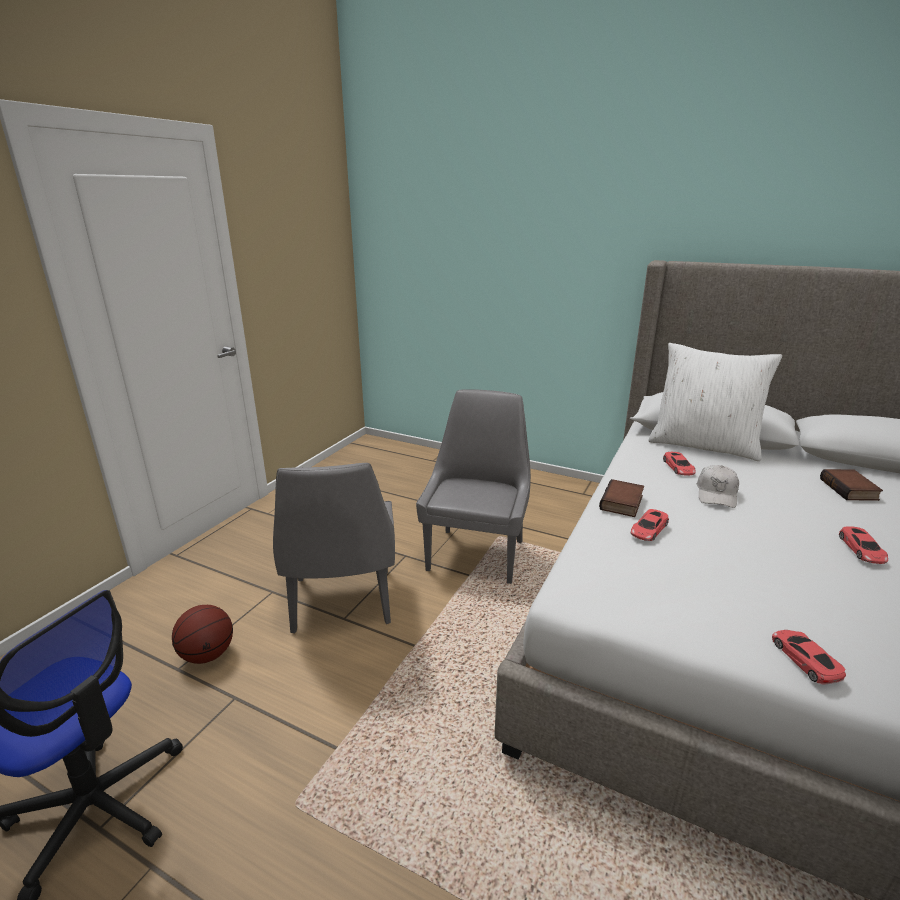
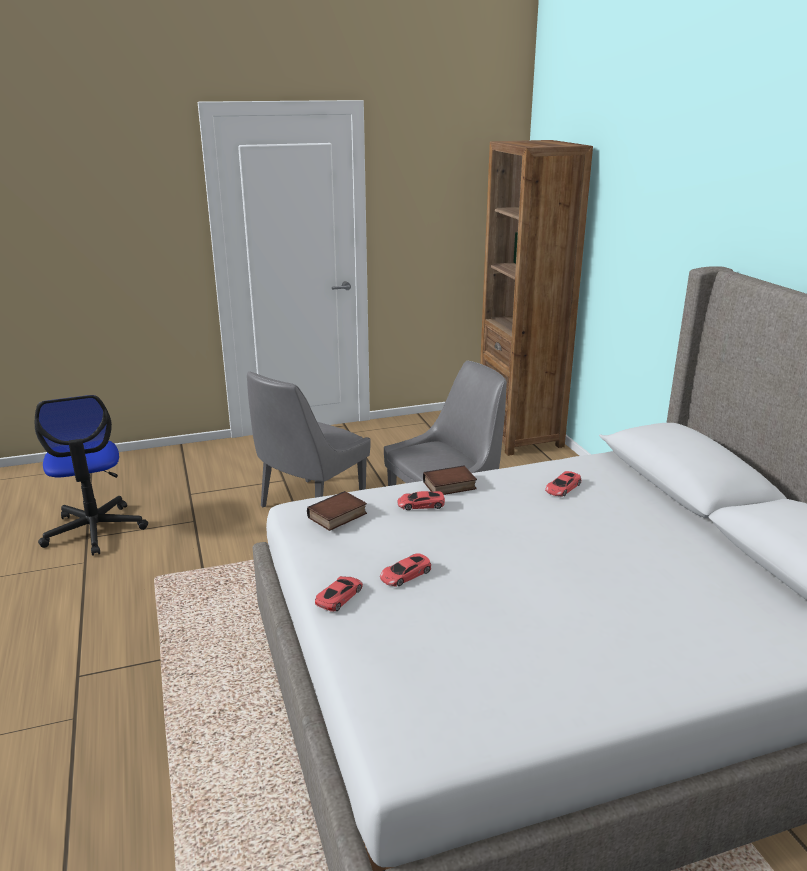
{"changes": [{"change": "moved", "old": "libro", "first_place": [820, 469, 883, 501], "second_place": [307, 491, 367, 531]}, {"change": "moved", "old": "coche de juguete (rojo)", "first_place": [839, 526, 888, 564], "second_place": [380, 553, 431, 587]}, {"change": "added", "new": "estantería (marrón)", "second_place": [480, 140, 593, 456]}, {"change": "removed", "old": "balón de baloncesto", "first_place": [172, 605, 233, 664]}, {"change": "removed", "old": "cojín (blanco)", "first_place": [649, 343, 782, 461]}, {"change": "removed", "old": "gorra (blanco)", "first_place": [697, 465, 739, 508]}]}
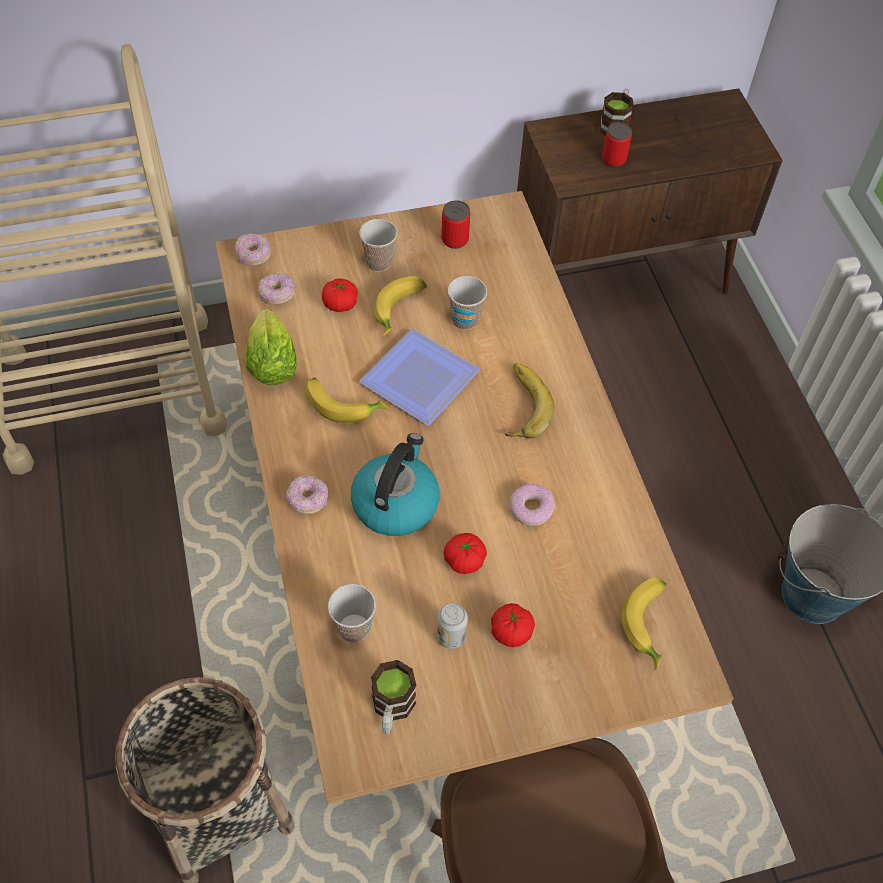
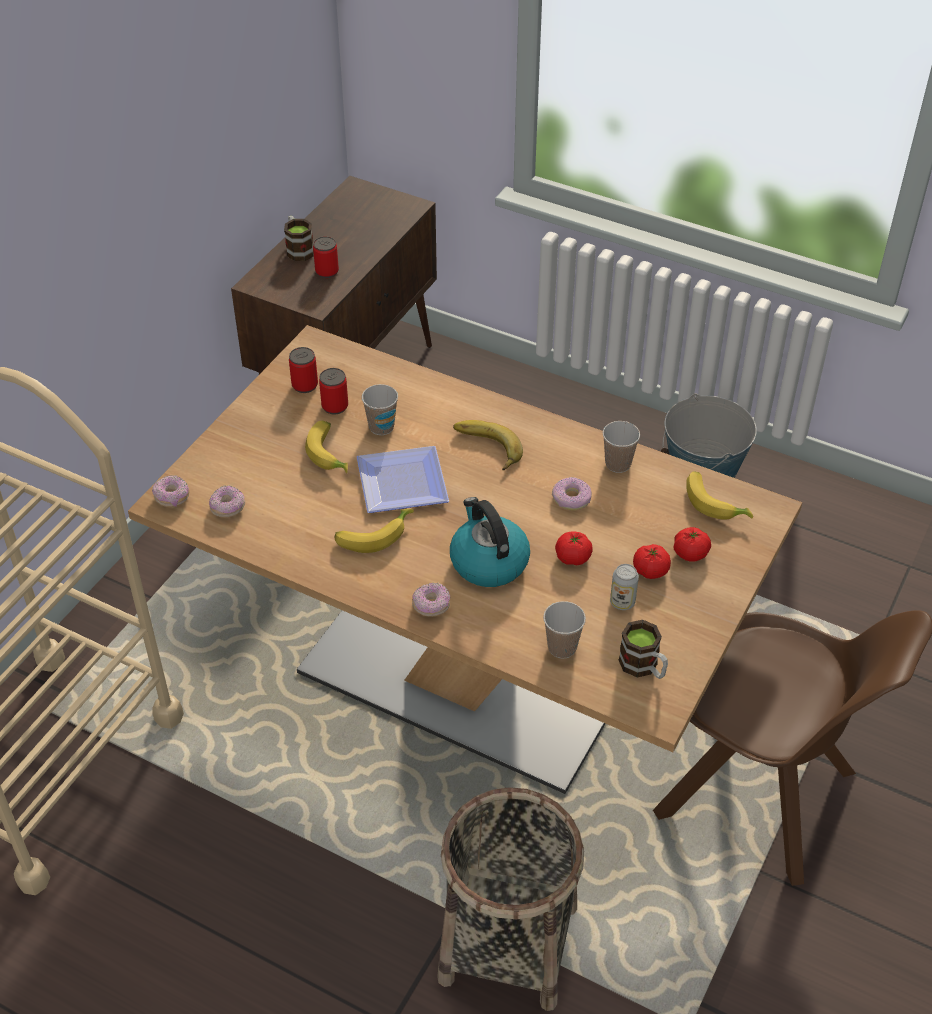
{"changes": [{"change": "added", "new": "lata", "second_place": [319, 368, 348, 414]}, {"change": "moved", "old": "taza", "first_place": [359, 219, 398, 272], "second_place": [603, 421, 640, 473]}, {"change": "moved", "old": "tomate", "first_place": [322, 279, 358, 312], "second_place": [673, 527, 711, 562]}, {"change": "removed", "old": "lechuga", "first_place": [245, 309, 297, 385]}]}
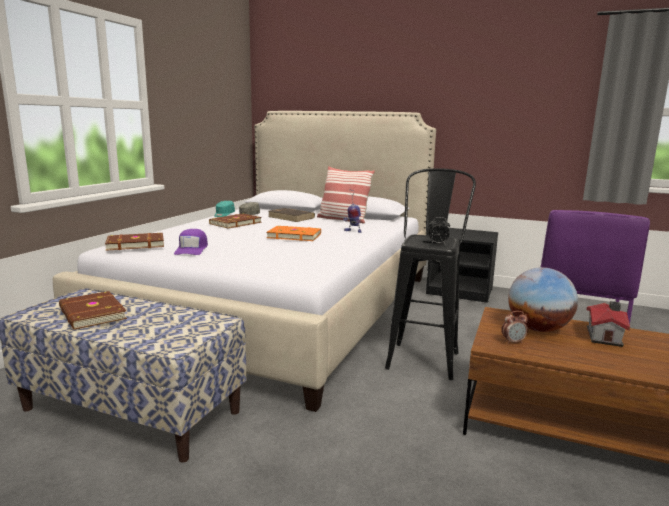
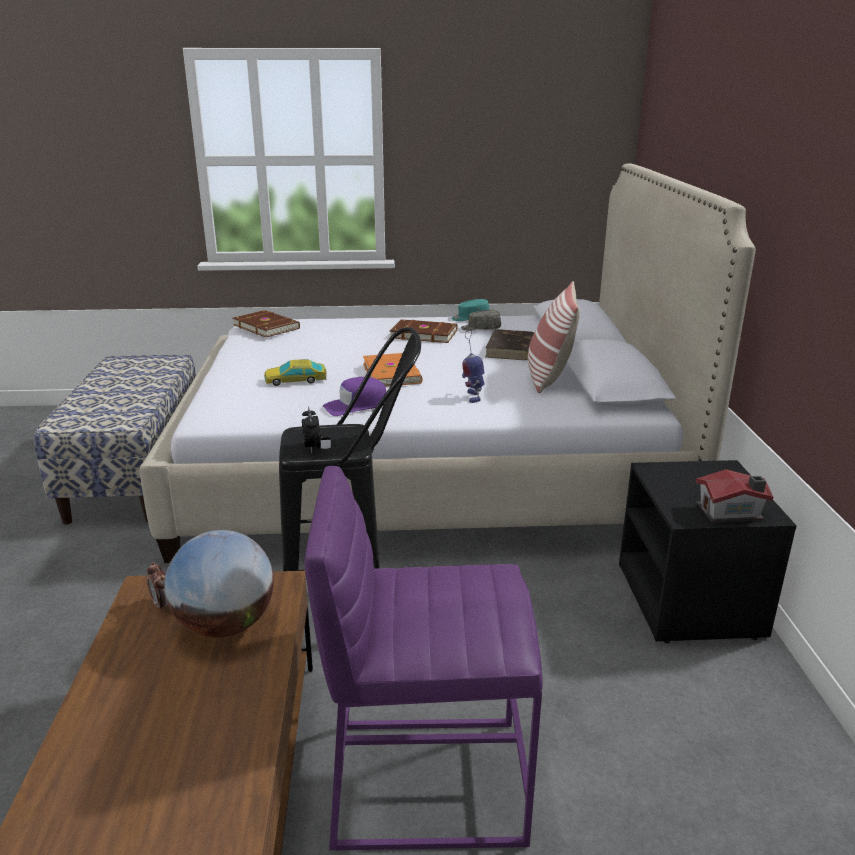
{"changes": [{"change": "added", "new": "coche de juguete", "second_place": [264, 360, 327, 386]}, {"change": "moved", "old": "gorra (morado)", "first_place": [174, 229, 208, 255], "second_place": [323, 377, 386, 416]}, {"change": "moved", "old": "casita", "first_place": [586, 301, 630, 347], "second_place": [695, 469, 773, 523]}, {"change": "removed", "old": "libro (marrón)", "first_place": [59, 291, 127, 330]}]}
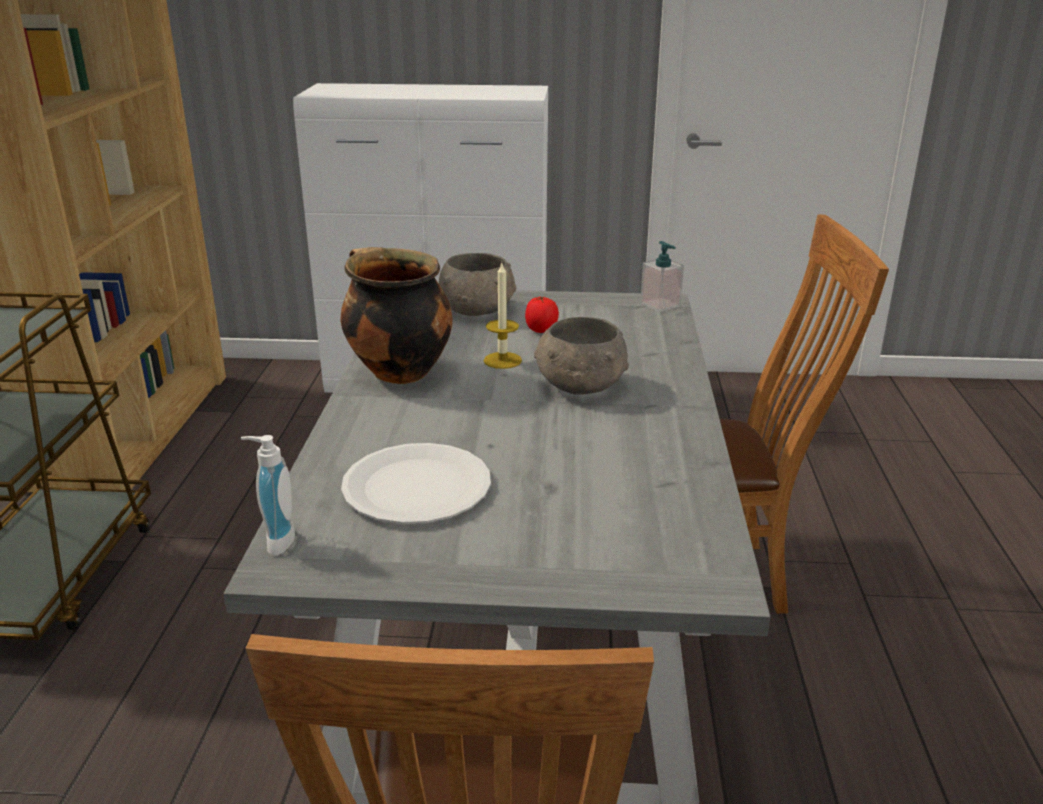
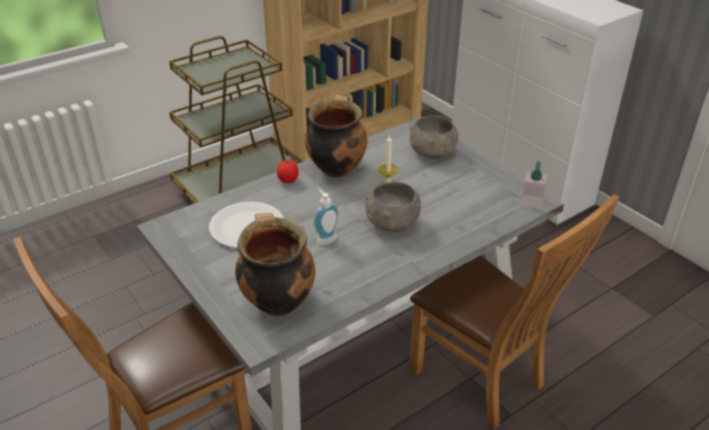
{"changes": [{"change": "added", "new": "olla", "second_place": [235, 213, 315, 316]}, {"change": "moved", "old": "tomate", "first_place": [525, 296, 559, 333], "second_place": [277, 159, 299, 183]}, {"change": "moved", "old": "dispensador de jabón", "first_place": [241, 435, 295, 556], "second_place": [313, 189, 339, 245]}]}
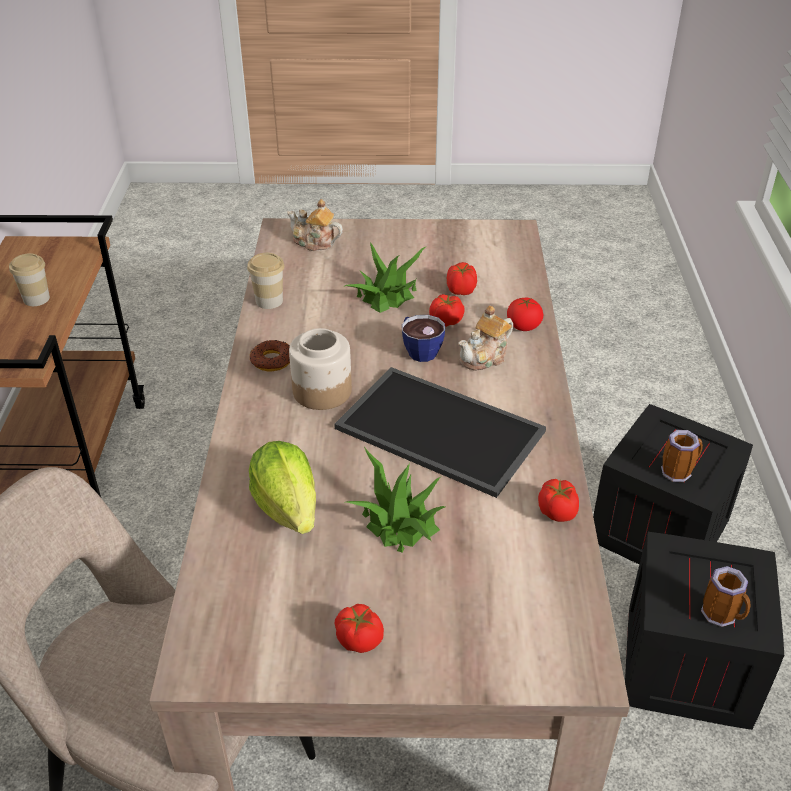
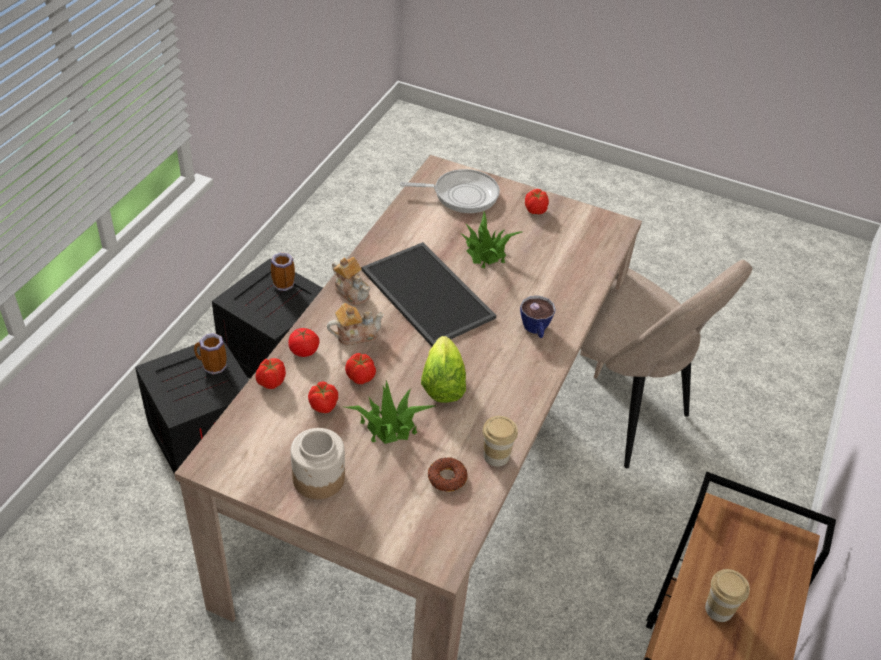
{"changes": [{"change": "moved", "old": "tomate", "first_place": [538, 479, 579, 522], "second_place": [255, 358, 286, 389]}, {"change": "moved", "old": "tarro", "first_place": [289, 328, 352, 410], "second_place": [291, 428, 345, 499]}, {"change": "moved", "old": "tetera", "first_place": [287, 199, 343, 251], "second_place": [332, 257, 370, 306]}, {"change": "added", "new": "sartén", "second_place": [400, 169, 500, 213]}, {"change": "moved", "old": "lechuga", "first_place": [249, 441, 316, 534], "second_place": [421, 336, 466, 403]}, {"change": "moved", "old": "rosquilla", "first_place": [250, 340, 290, 371], "second_place": [428, 457, 468, 492]}, {"change": "moved", "old": "taza", "first_place": [402, 315, 445, 362], "second_place": [520, 296, 556, 338]}]}
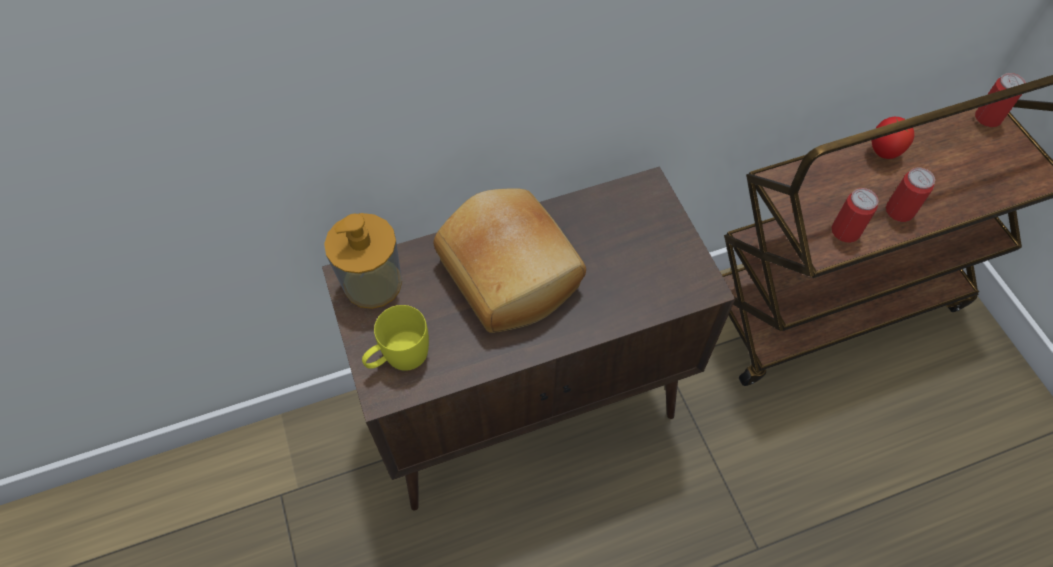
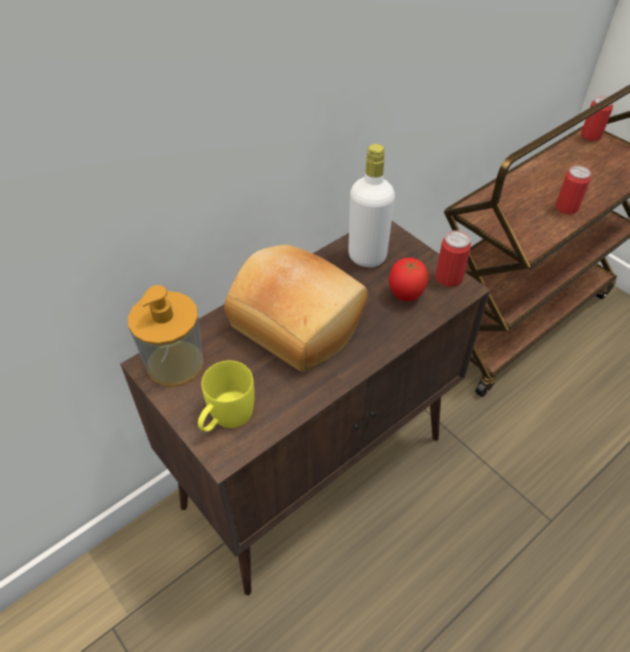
{"changes": [{"change": "added", "new": "botella (blanco)", "second_place": [348, 144, 395, 267]}, {"change": "moved", "old": "tomate", "first_place": [872, 117, 914, 159], "second_place": [389, 257, 429, 301]}, {"change": "moved", "old": "lata", "first_place": [832, 188, 878, 243], "second_place": [435, 230, 471, 287]}]}
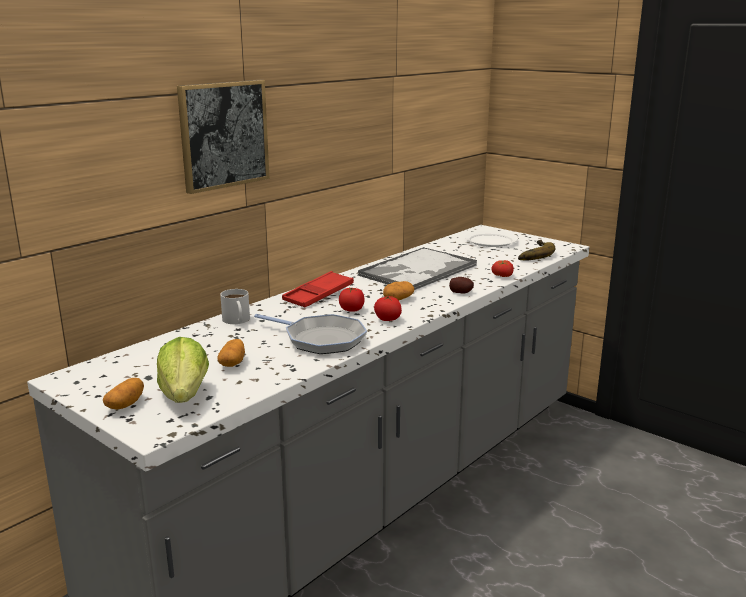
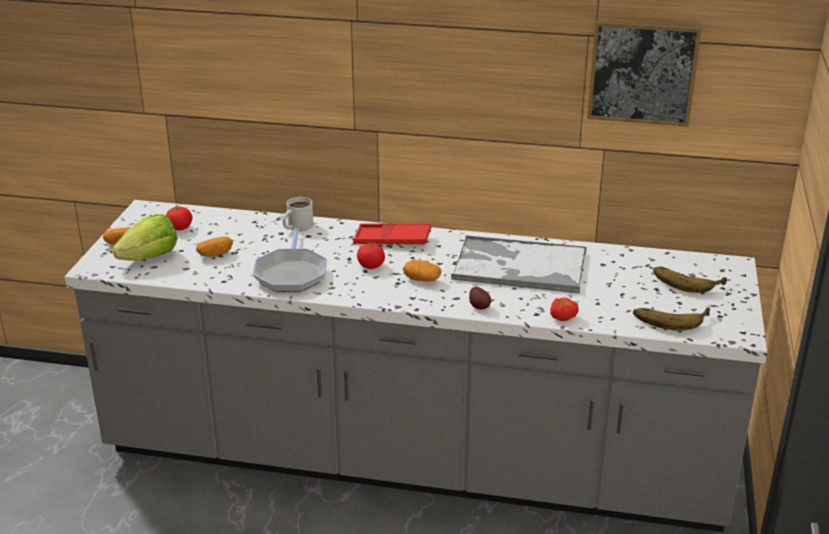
{"changes": [{"change": "moved", "old": "tomate", "first_place": [374, 296, 402, 321], "second_place": [166, 206, 192, 230]}, {"change": "moved", "old": "cuadro", "first_place": [177, 80, 269, 194], "second_place": [587, 20, 701, 126]}, {"change": "replaced", "old": "plato (blanco)", "new": "plátano", "first_place": [464, 230, 518, 247], "second_place": [653, 267, 727, 293]}]}
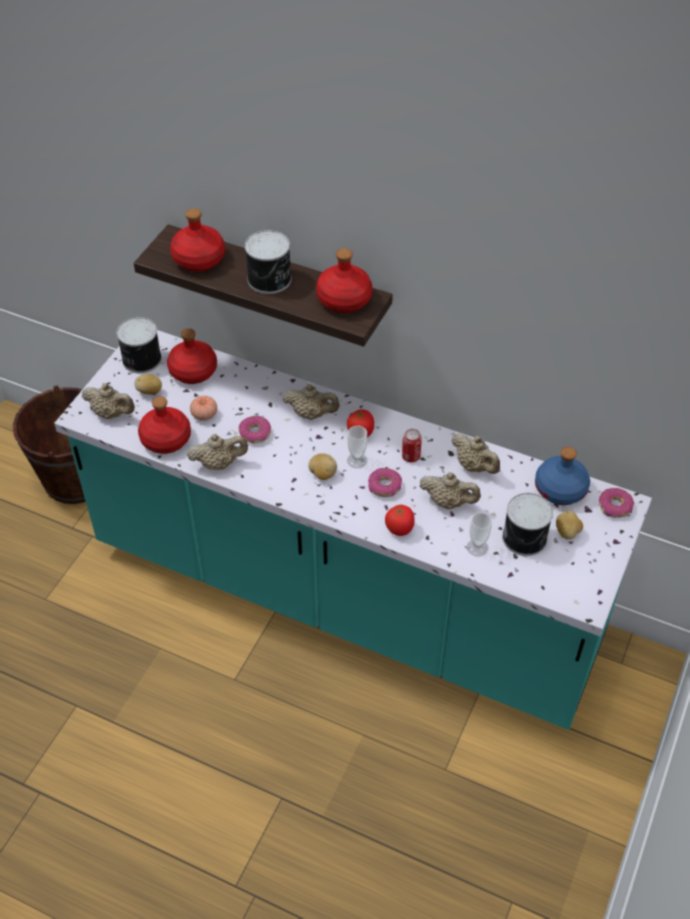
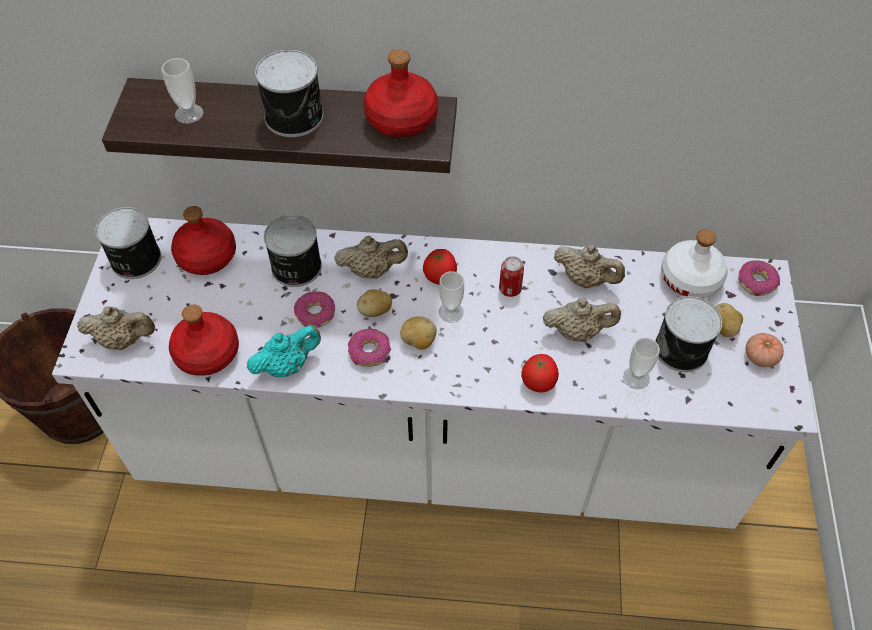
{"changes": [{"change": "recoloured", "old": "mueble bajo de cocina (turquesa)", "new": "mueble bajo de cocina (blanco)", "first_place": [54, 330, 652, 730], "second_place": [52, 218, 818, 529]}, {"change": "replaced", "old": "botella (rojo)", "new": "taza", "first_place": [170, 208, 225, 272], "second_place": [161, 58, 203, 124]}, {"change": "recoloured", "old": "tetera (beis)", "new": "tetera (turquesa)", "first_place": [187, 434, 248, 470], "second_place": [247, 326, 321, 377]}, {"change": "added", "new": "lata", "second_place": [264, 215, 322, 287]}, {"change": "moved", "old": "rosquilla", "first_place": [368, 468, 402, 497], "second_place": [348, 329, 391, 367]}, {"change": "moved", "old": "patata", "first_place": [134, 374, 162, 395], "second_place": [357, 289, 392, 317]}, {"change": "recoloured", "old": "botella (azul)", "new": "botella (blanco)", "first_place": [535, 447, 590, 505], "second_place": [661, 229, 728, 298]}, {"change": "moved", "old": "tomate", "first_place": [190, 396, 217, 421], "second_place": [746, 333, 784, 367]}]}
